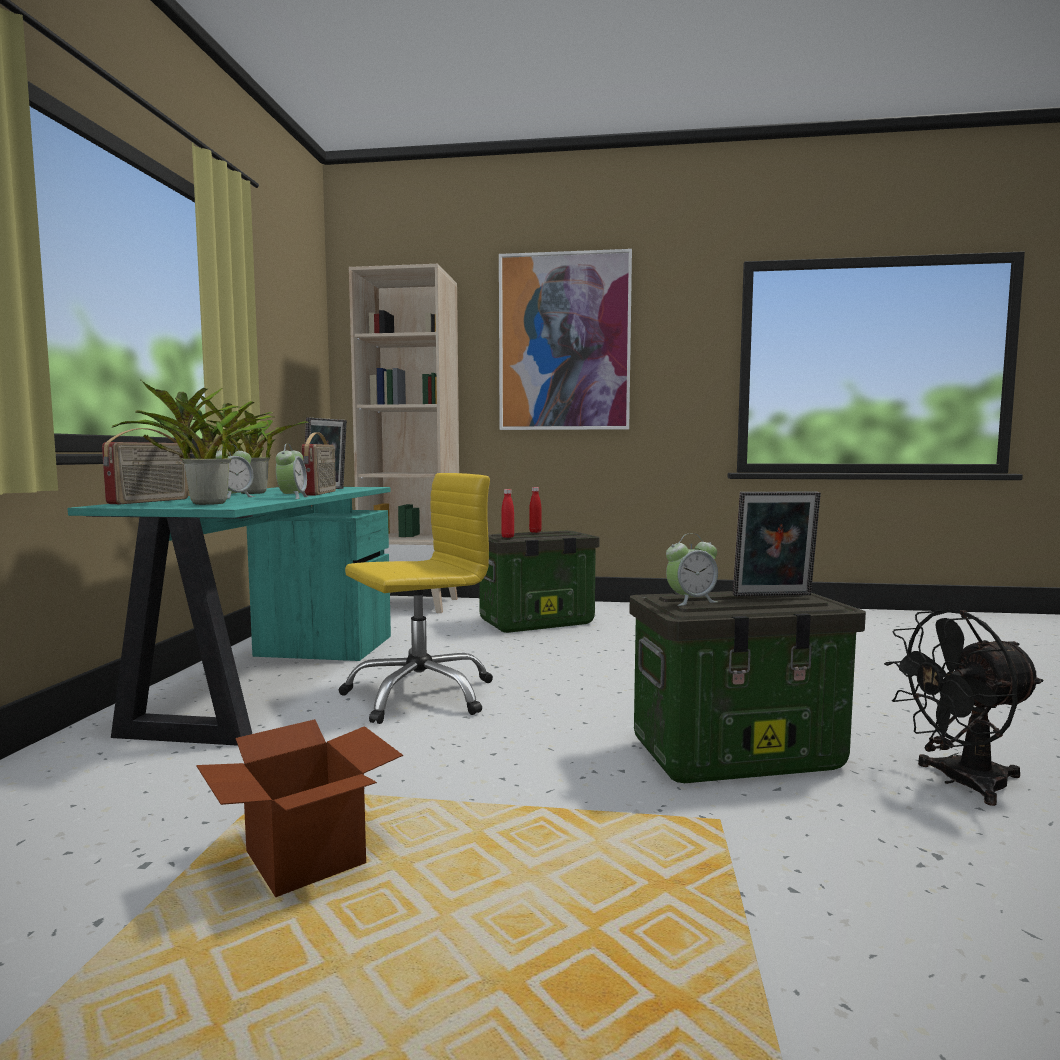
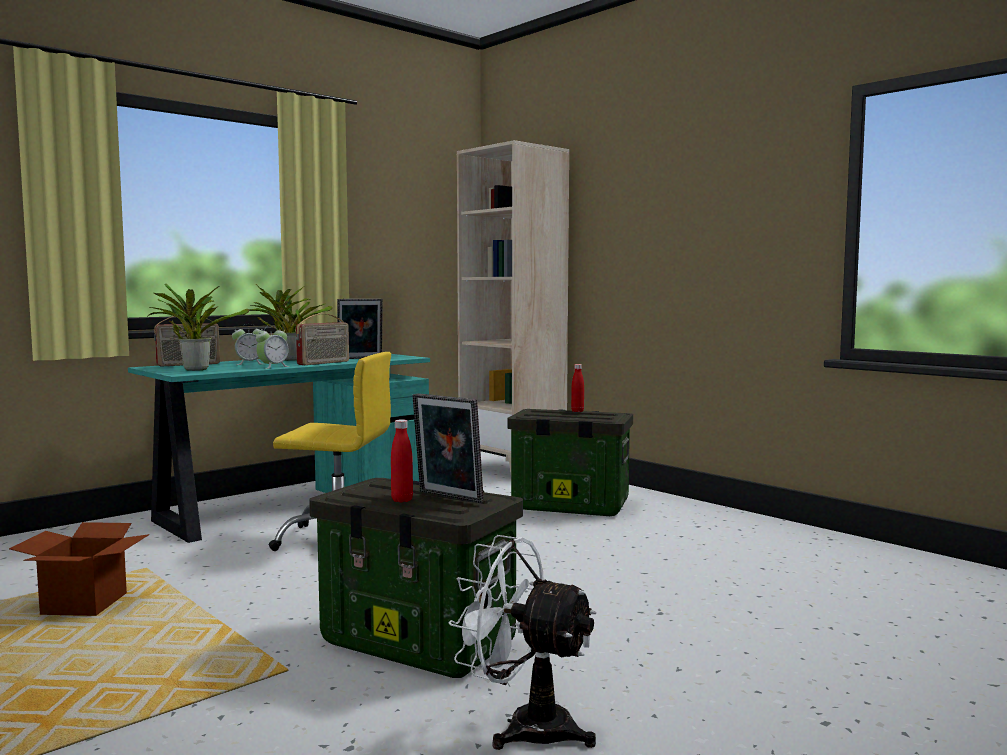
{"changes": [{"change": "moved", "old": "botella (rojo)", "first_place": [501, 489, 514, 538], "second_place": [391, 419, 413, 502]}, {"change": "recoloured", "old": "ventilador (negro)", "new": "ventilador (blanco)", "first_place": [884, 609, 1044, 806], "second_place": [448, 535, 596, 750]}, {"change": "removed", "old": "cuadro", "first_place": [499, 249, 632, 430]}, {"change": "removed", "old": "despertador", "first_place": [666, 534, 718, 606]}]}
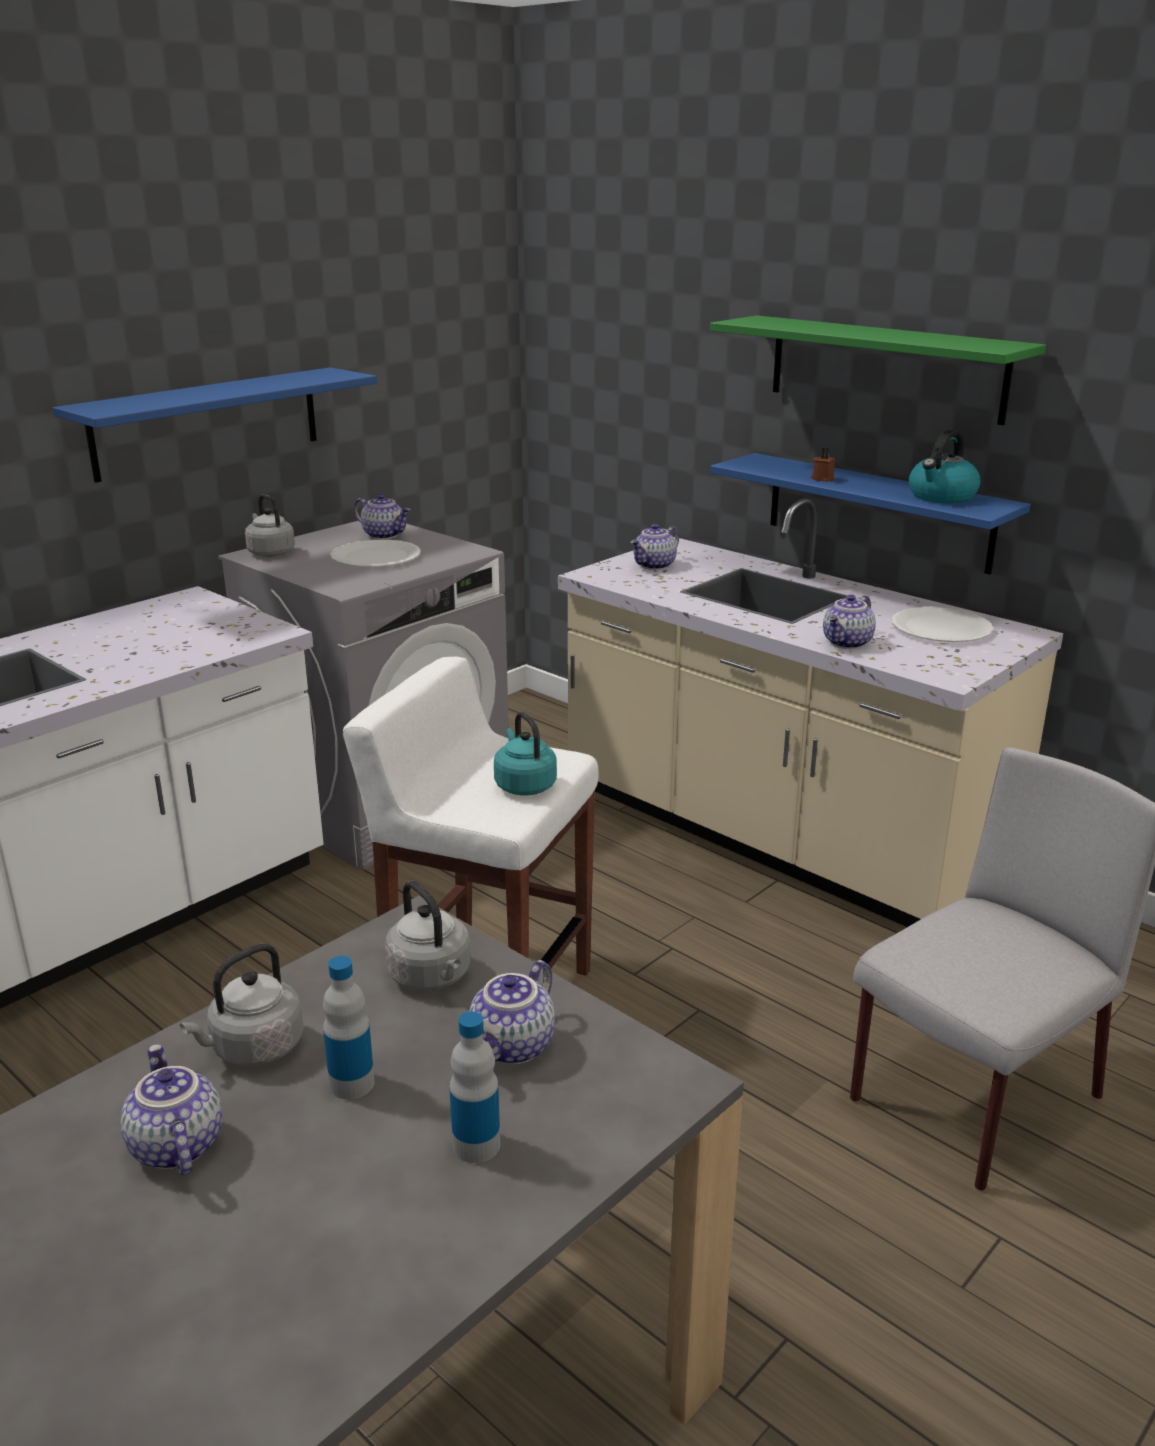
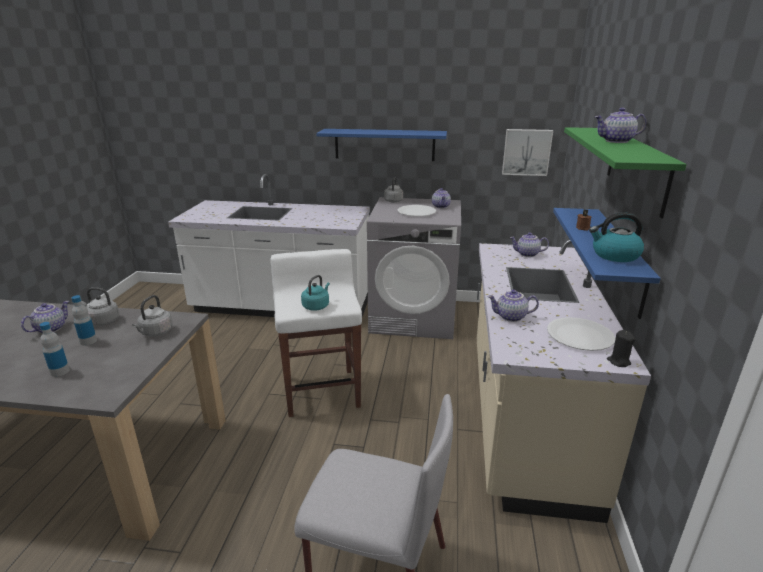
{"changes": [{"change": "added", "new": "cuadro", "second_place": [502, 129, 553, 176]}, {"change": "moved", "old": "tetera", "first_place": [470, 960, 555, 1065], "second_place": [595, 108, 647, 143]}, {"change": "added", "new": "vela (negro)", "second_place": [607, 330, 635, 367]}]}
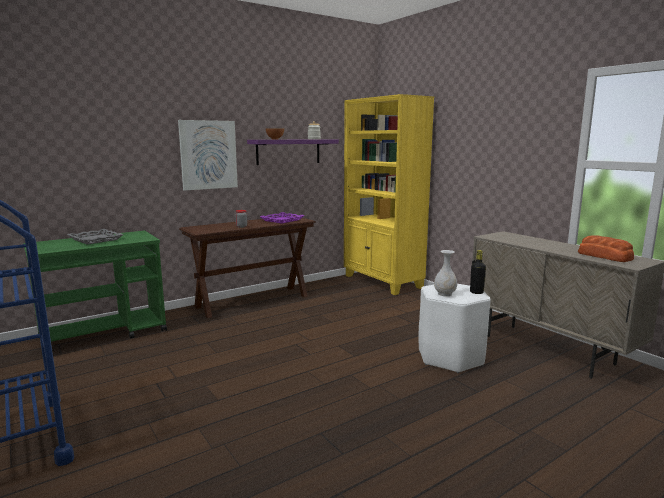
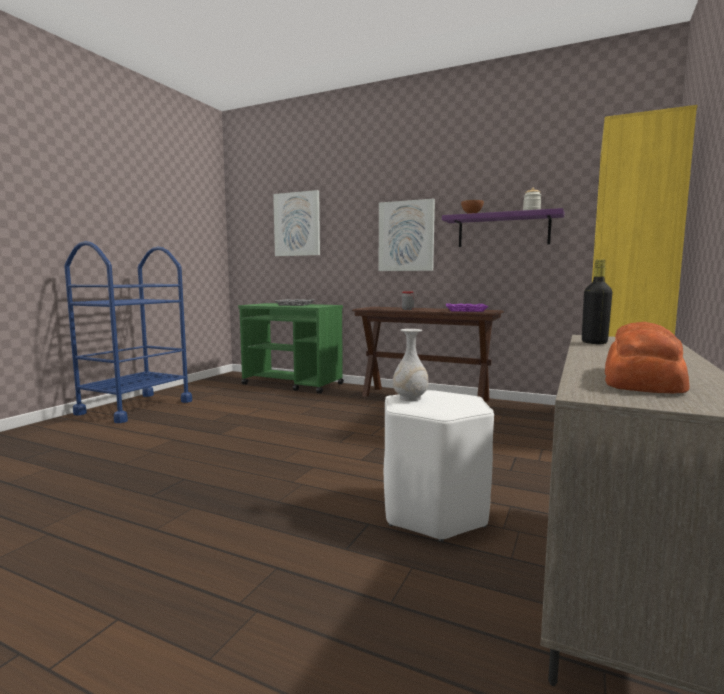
{"changes": [{"change": "added", "new": "cuadro", "second_place": [273, 190, 320, 256]}, {"change": "moved", "old": "botella (negro)", "first_place": [470, 250, 486, 294], "second_place": [582, 259, 612, 344]}]}
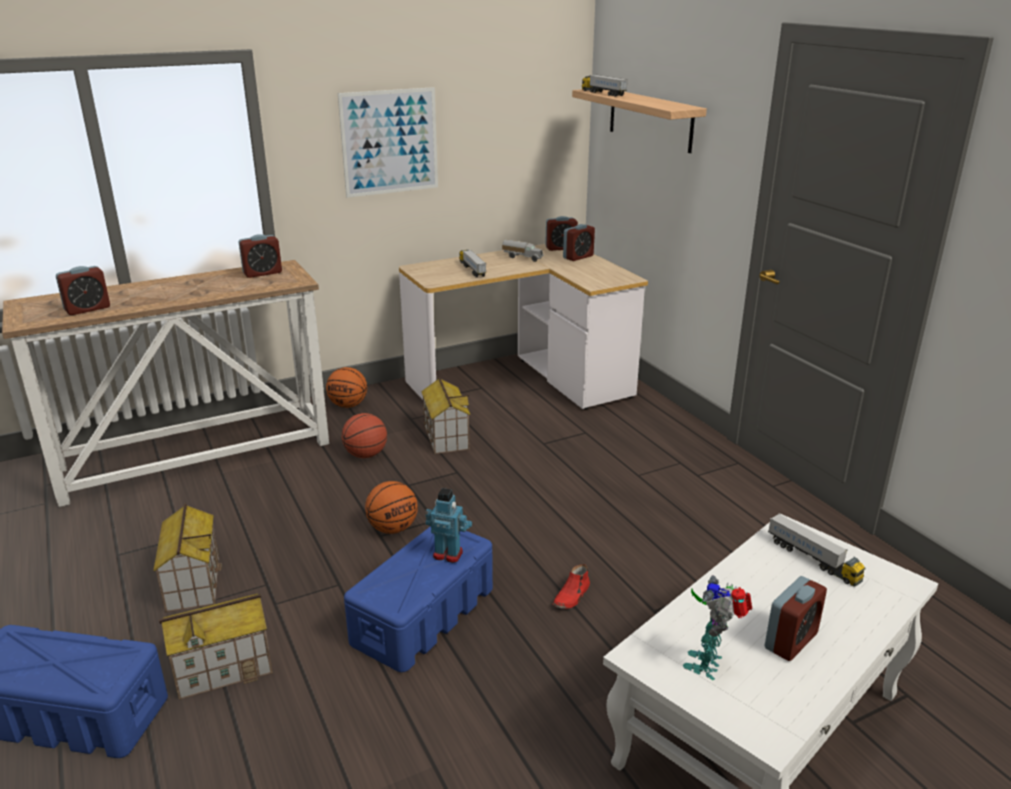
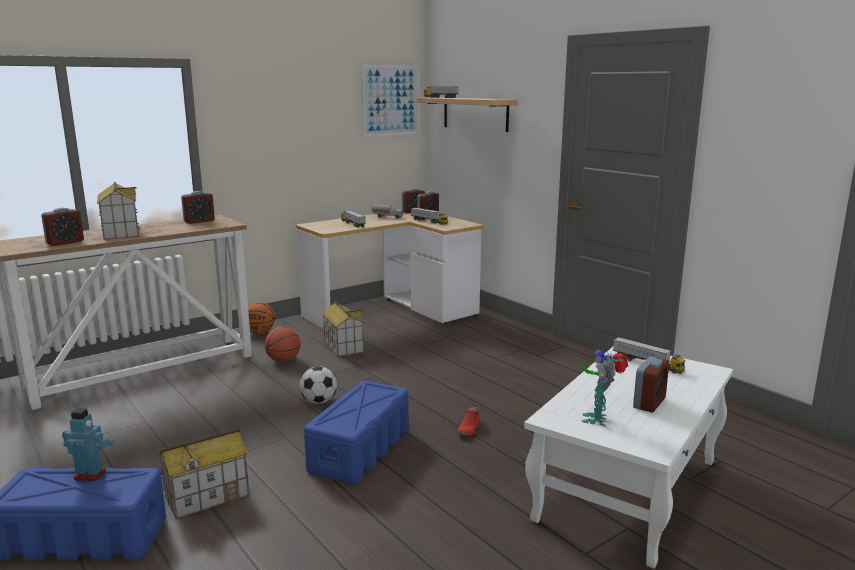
{"changes": [{"change": "moved", "old": "robot de juguete", "first_place": [425, 488, 472, 563], "second_place": [62, 408, 114, 482]}, {"change": "moved", "old": "casita", "first_place": [153, 503, 222, 613], "second_place": [97, 182, 140, 240]}, {"change": "replaced", "old": "balón de baloncesto", "new": "balón de fútbol", "first_place": [365, 481, 418, 534], "second_place": [299, 366, 337, 404]}, {"change": "moved", "old": "cuadro", "first_place": [338, 87, 438, 198], "second_place": [361, 65, 419, 137]}, {"change": "added", "new": "camión de juguete", "second_place": [411, 208, 448, 225]}]}
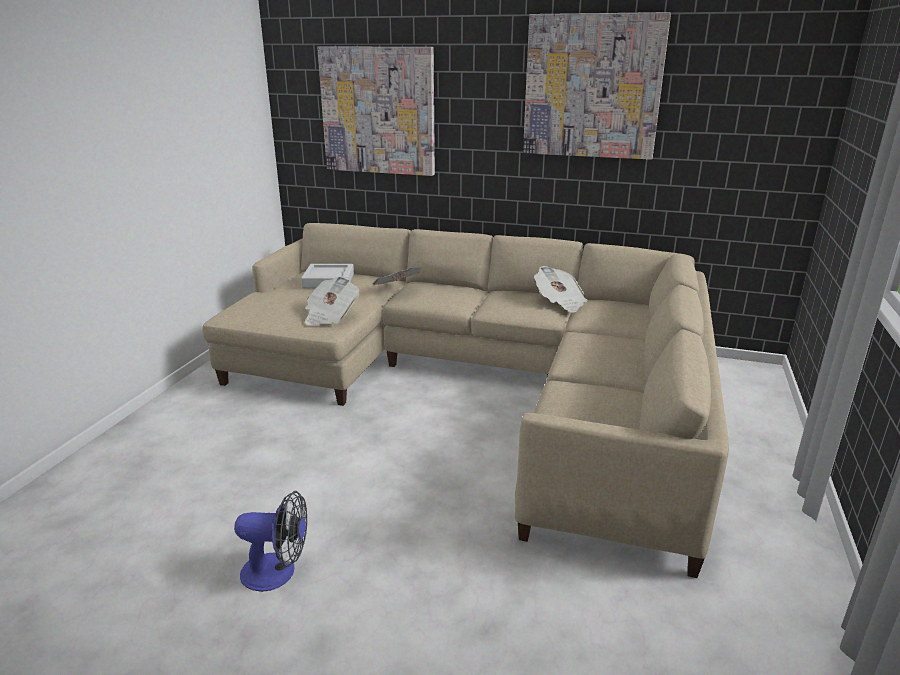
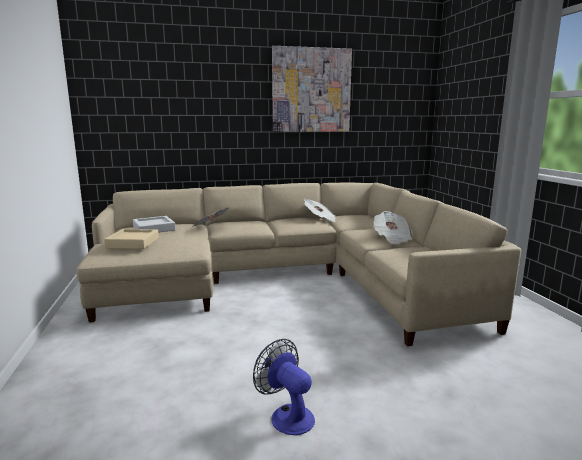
{"changes": [{"change": "added", "new": "bandeja (beis)", "second_place": [104, 229, 159, 249]}, {"change": "turned", "old": "ventilador", "first_place": [234, 491, 307, 592], "second_place": [253, 339, 315, 435], "degrees": -105}, {"change": "moved", "old": "periódico", "first_place": [305, 276, 359, 326], "second_place": [373, 211, 413, 244]}, {"change": "removed", "old": "cuadro", "first_place": [317, 47, 435, 176]}]}
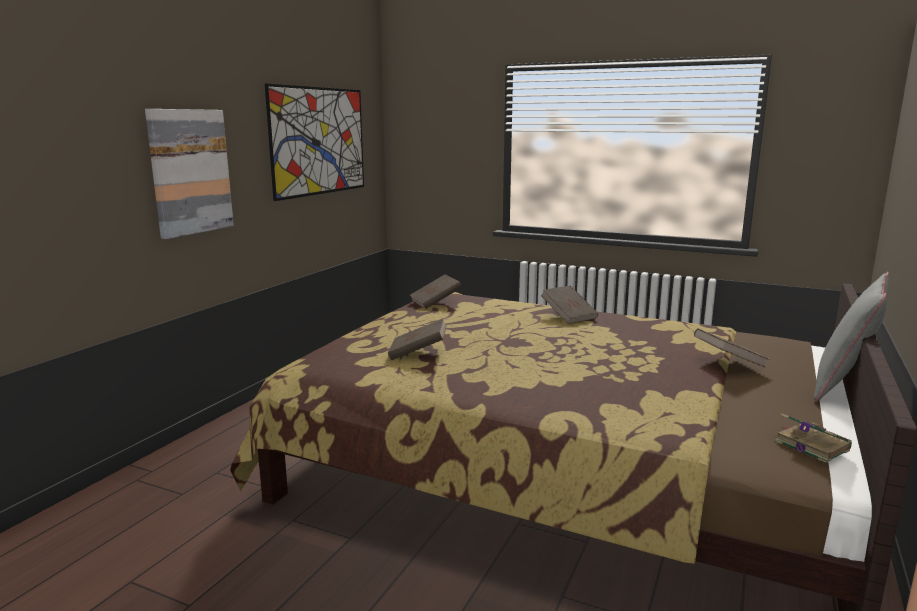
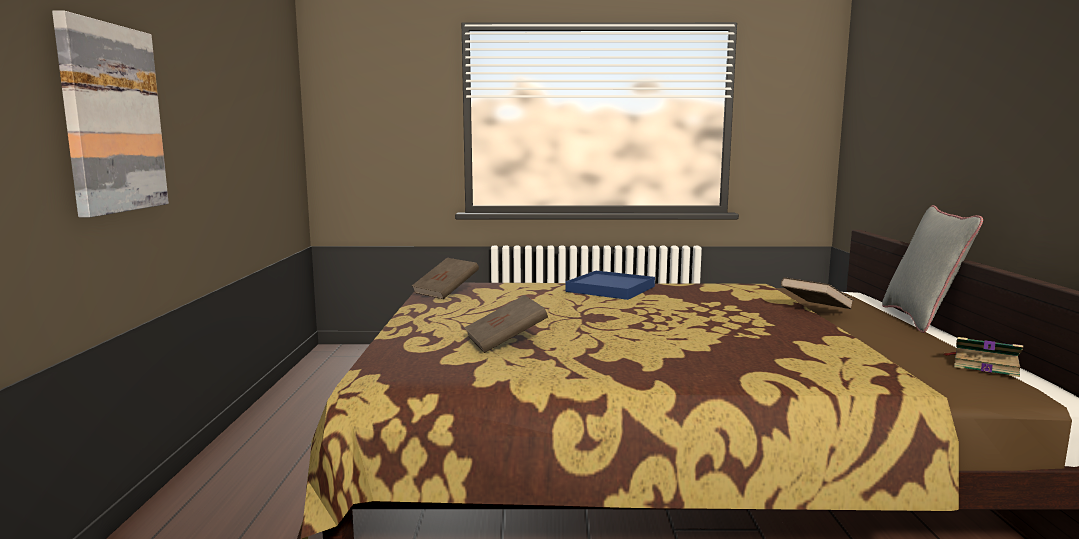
{"changes": [{"change": "replaced", "old": "libro (marrón)", "new": "bandeja (azul)", "first_place": [541, 286, 598, 324], "second_place": [565, 271, 655, 300]}, {"change": "removed", "old": "cuadro", "first_place": [265, 83, 364, 201]}]}
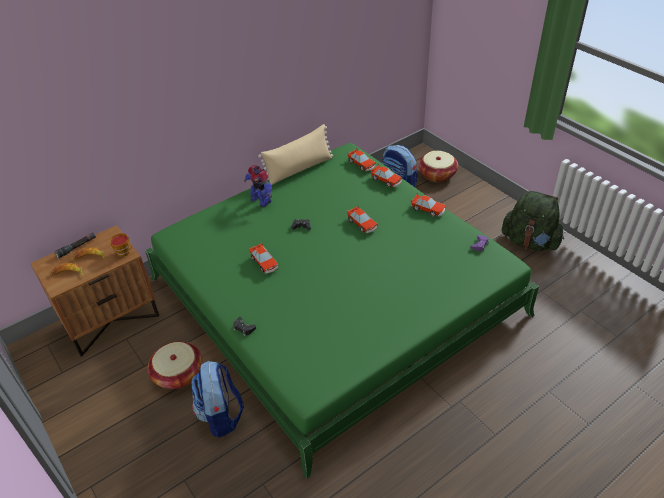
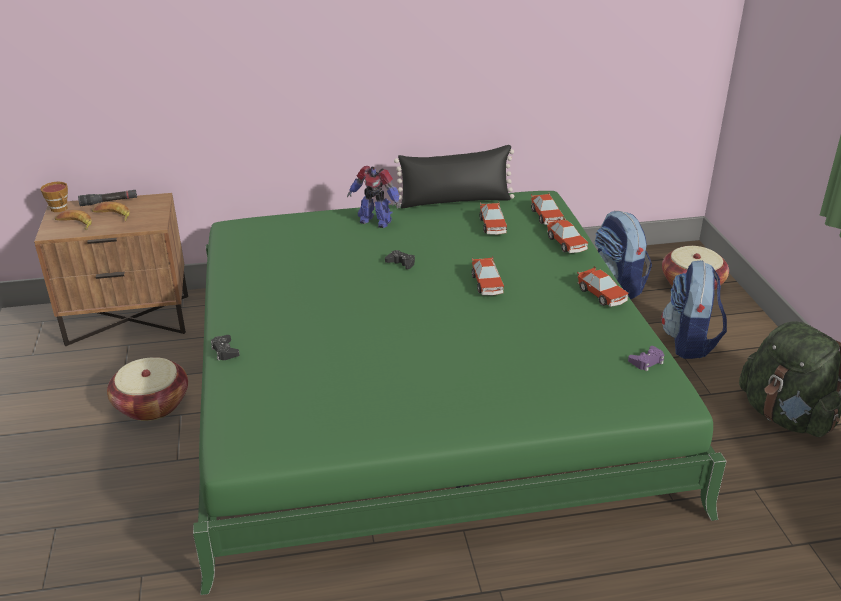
{"changes": [{"change": "moved", "old": "taza", "first_place": [109, 233, 132, 257], "second_place": [40, 182, 68, 212]}, {"change": "turned", "old": "robot de juguete", "first_place": [244, 165, 272, 207], "second_place": [347, 166, 400, 228], "degrees": -45}, {"change": "recoloured", "old": "cojín (beis)", "new": "cojín (negro)", "first_place": [258, 124, 333, 185], "second_place": [394, 145, 515, 208]}, {"change": "moved", "old": "coche de juguete", "first_place": [249, 242, 278, 274], "second_place": [480, 202, 507, 235]}, {"change": "moved", "old": "mochila", "first_place": [192, 361, 244, 438], "second_place": [661, 260, 727, 359]}]}
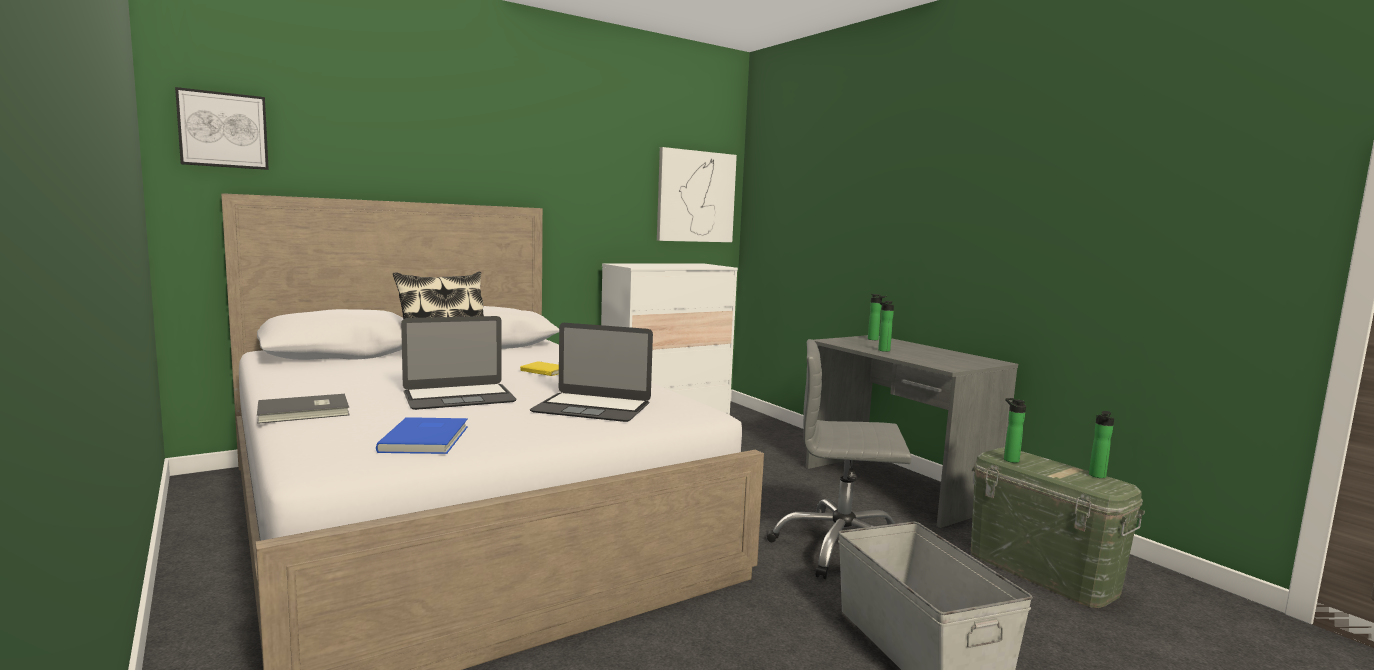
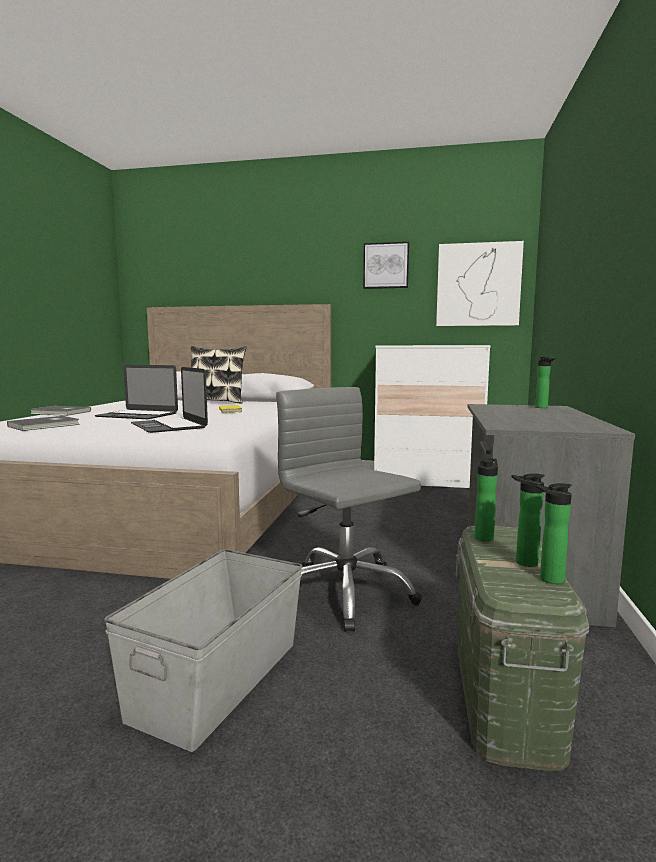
{"changes": [{"change": "recoloured", "old": "libro (azul)", "new": "libro (gris)", "first_place": [376, 417, 468, 454], "second_place": [7, 416, 80, 431]}, {"change": "moved", "old": "cuadro", "first_place": [175, 87, 269, 170], "second_place": [363, 242, 409, 289]}, {"change": "moved", "old": "botella", "first_place": [878, 301, 894, 352], "second_place": [512, 473, 545, 567]}]}
